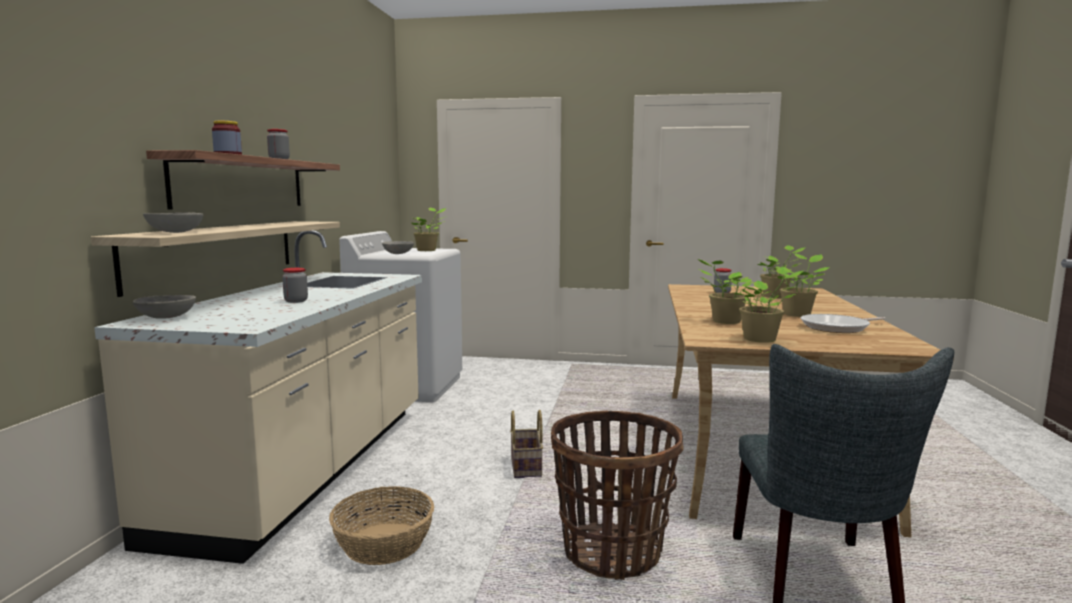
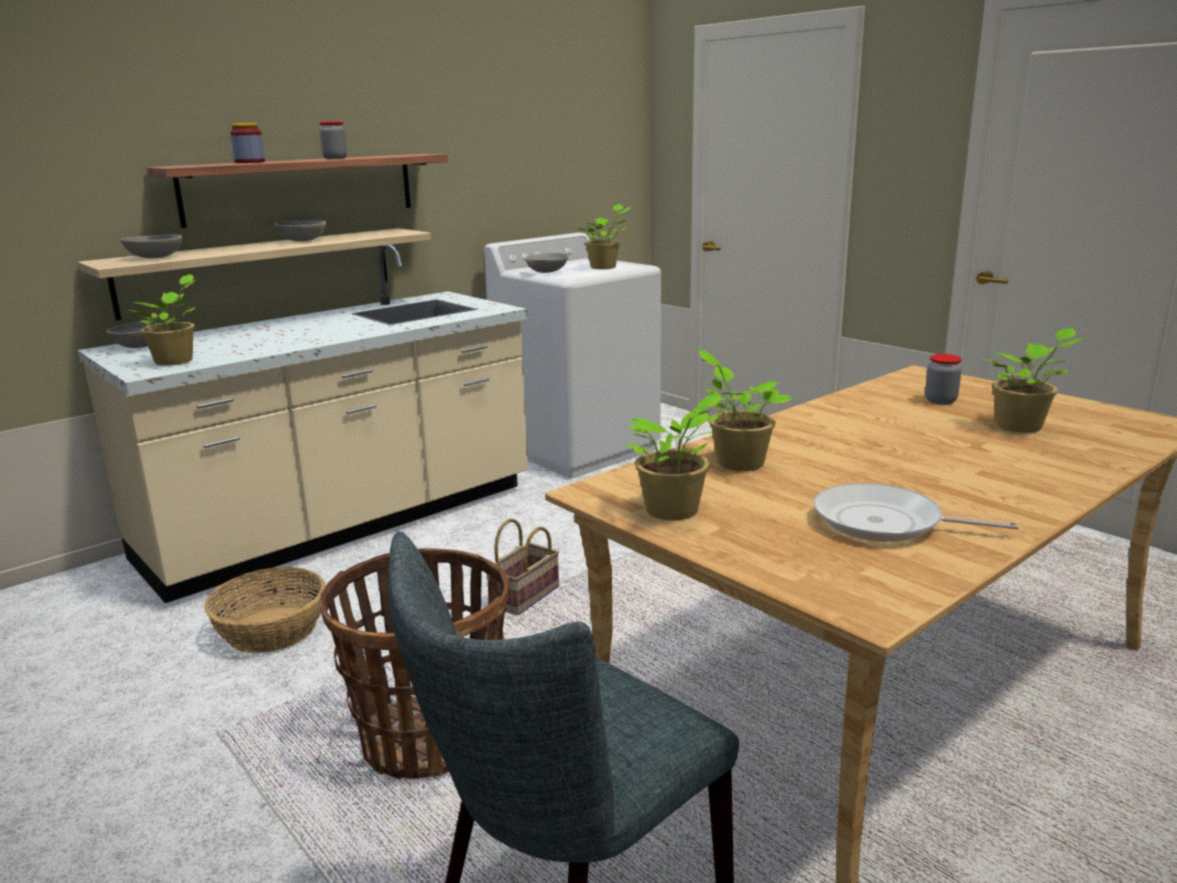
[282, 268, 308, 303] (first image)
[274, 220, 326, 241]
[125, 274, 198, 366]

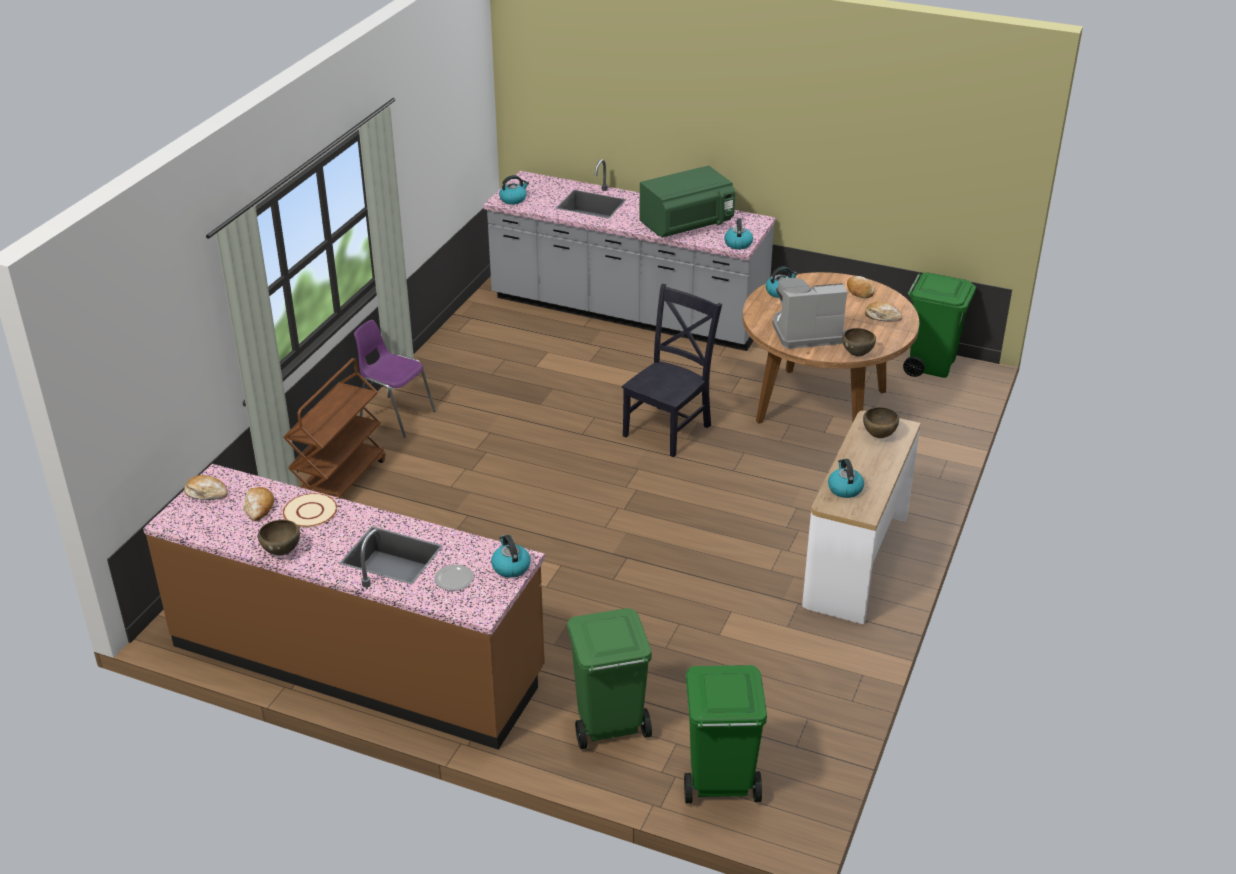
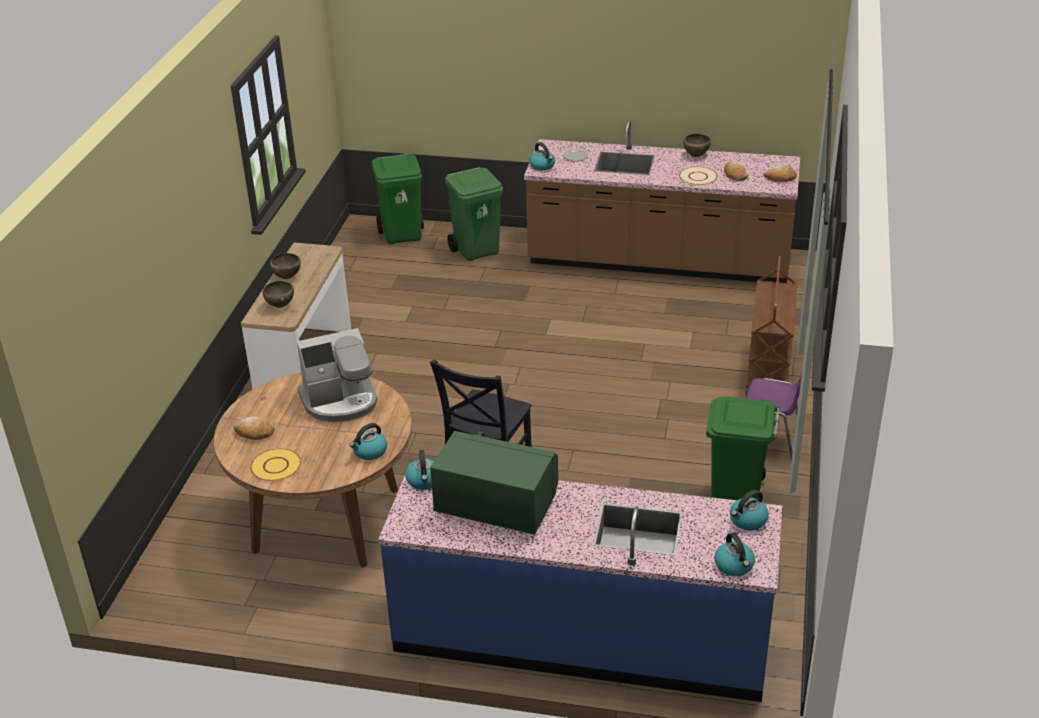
[714, 533, 755, 576]
[270, 253, 301, 279]
[706, 396, 780, 500]
[250, 448, 301, 481]
[378, 464, 782, 702]
[430, 431, 558, 535]

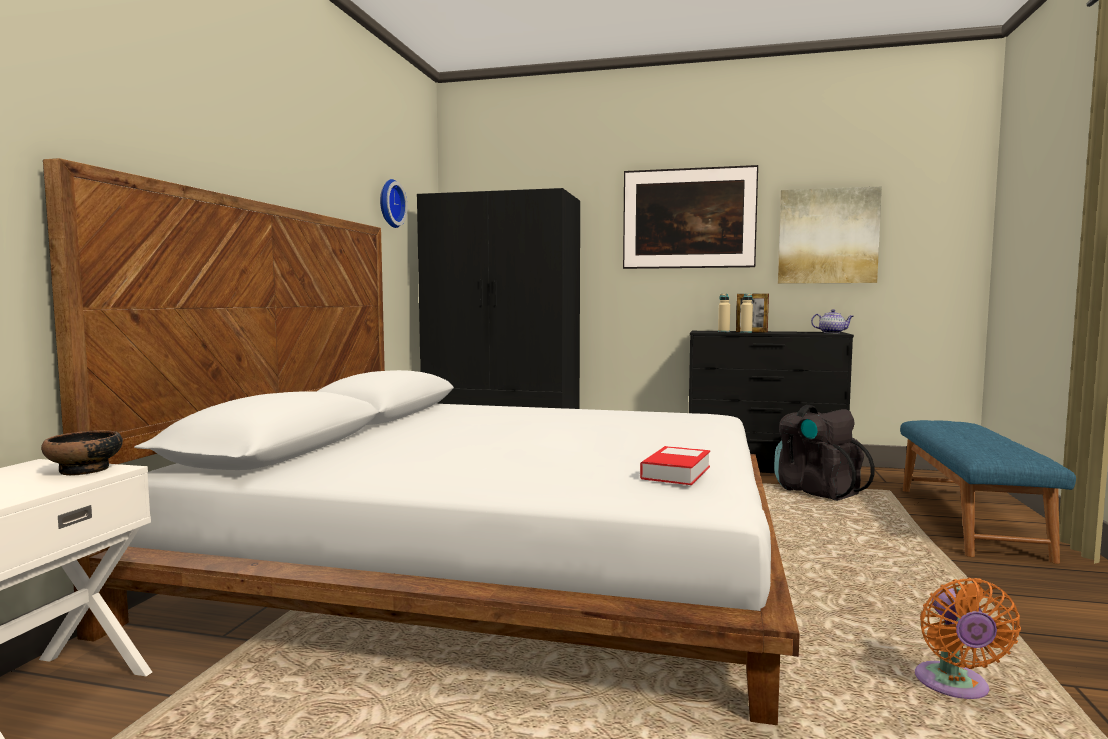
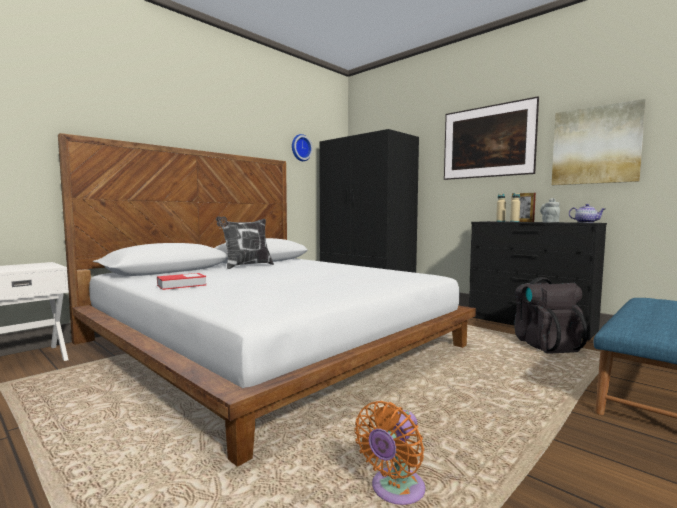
[41, 430, 123, 476] (first image)
[216, 216, 274, 269]
[540, 198, 560, 223]
[157, 273, 206, 290]

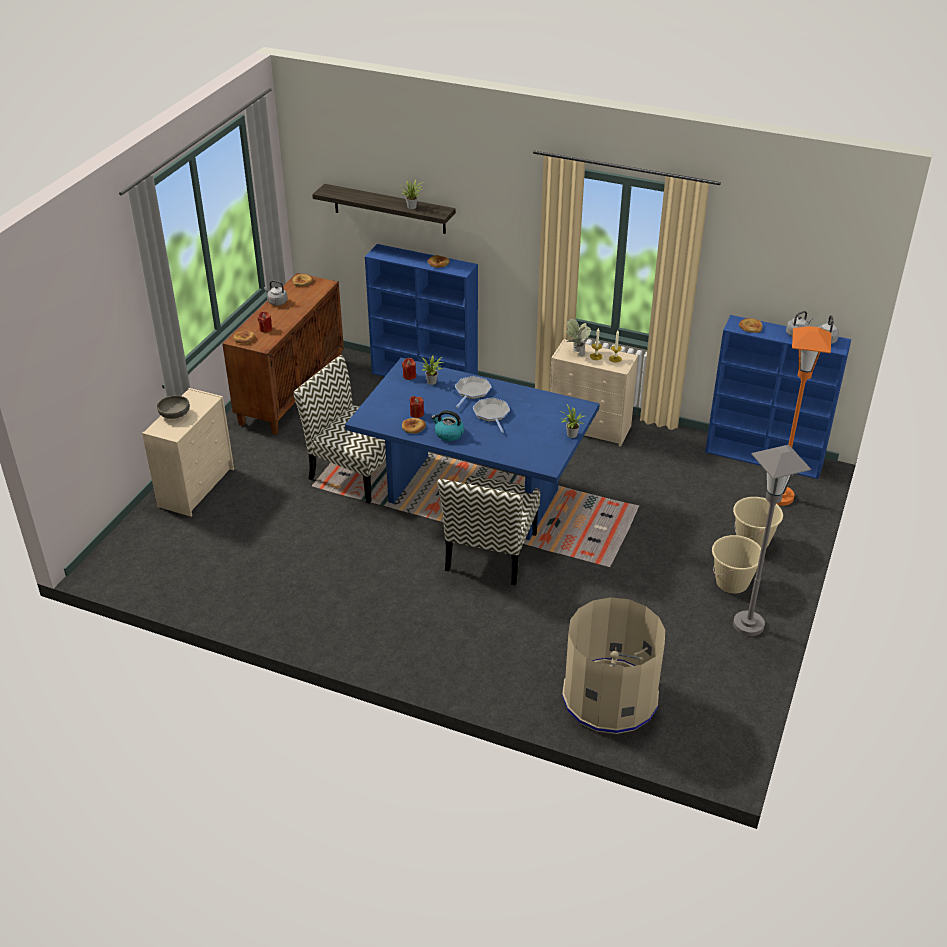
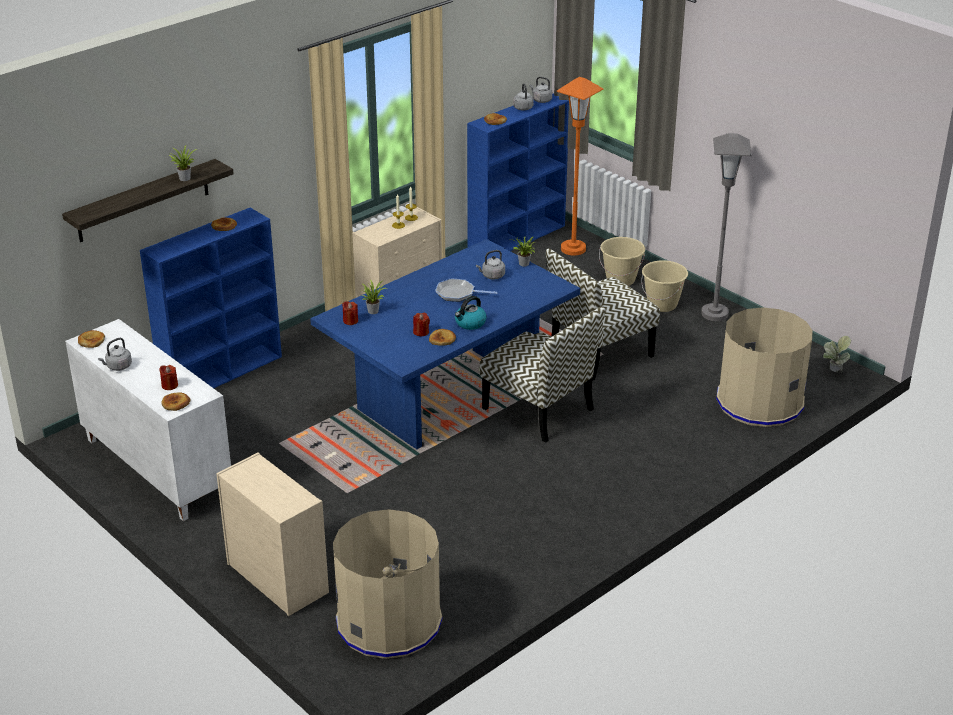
[157, 396, 190, 419] (first image)
[455, 376, 492, 408] (first image)
[333, 509, 442, 659]
[476, 250, 505, 280]
[546, 248, 660, 381]
[823, 336, 851, 372]
[65, 319, 231, 521]

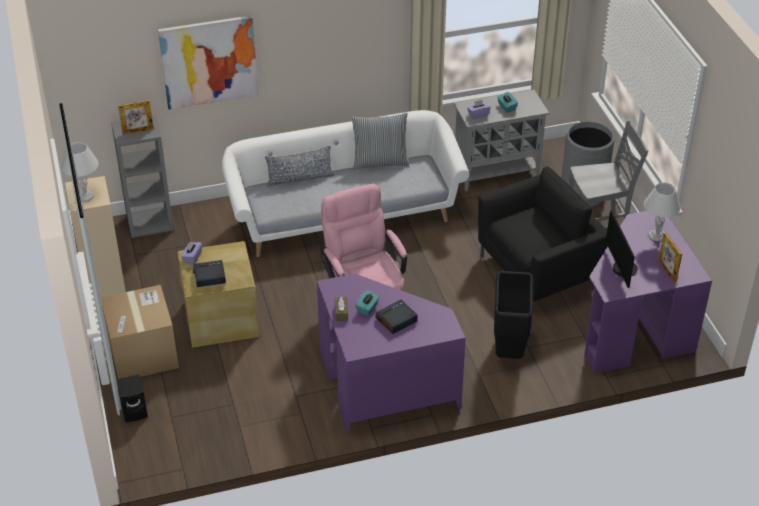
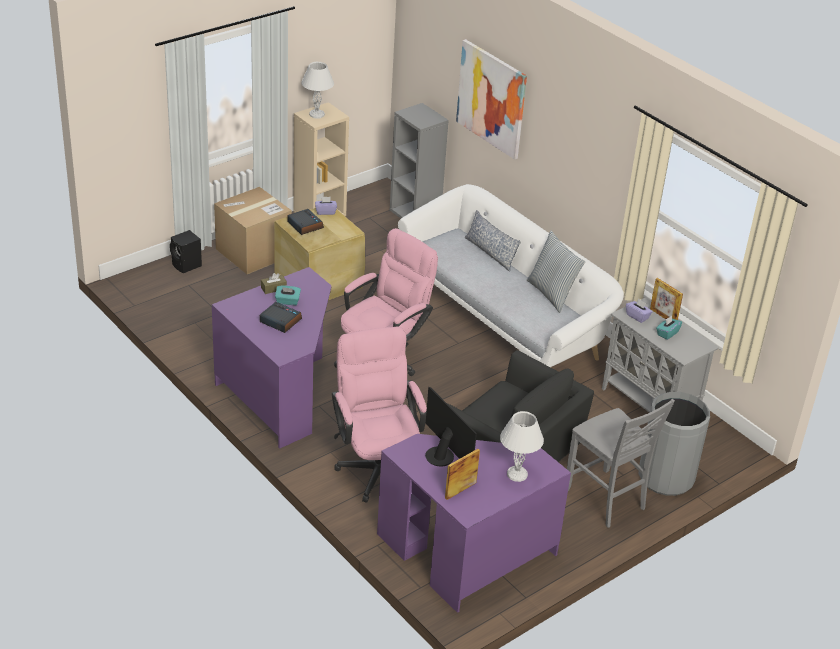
[650, 278, 683, 320]
[332, 326, 427, 503]
[425, 387, 477, 466]

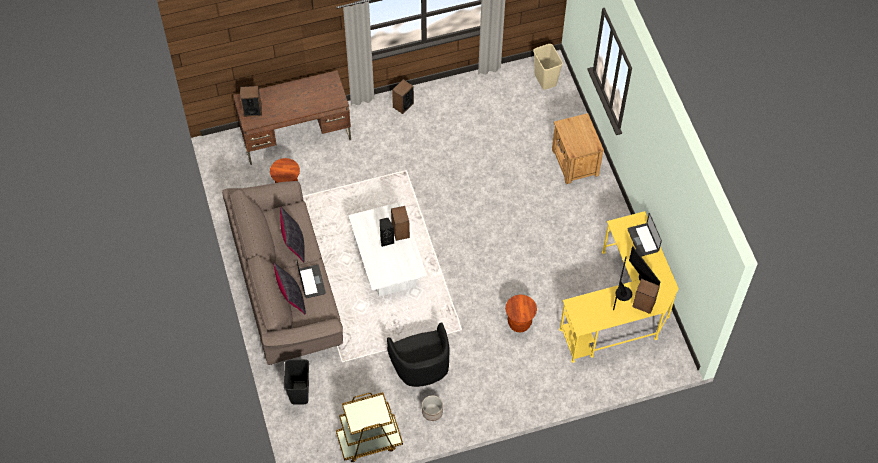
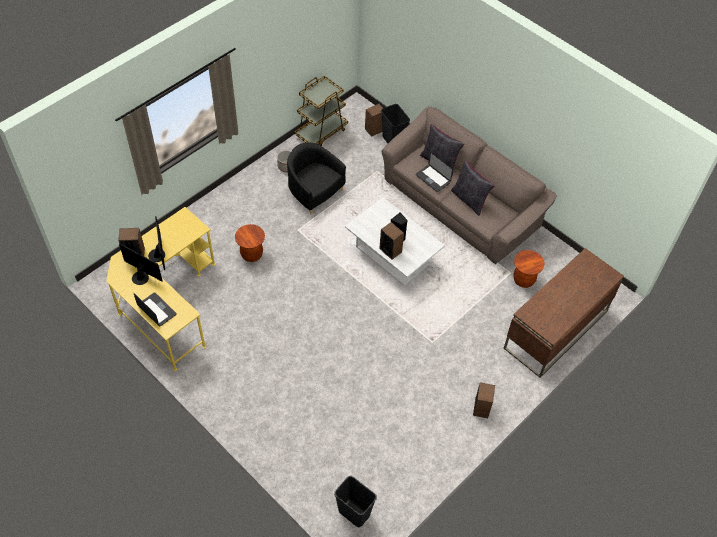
[552, 113, 604, 184] (first image)
[365, 104, 383, 137]
[334, 476, 377, 527]

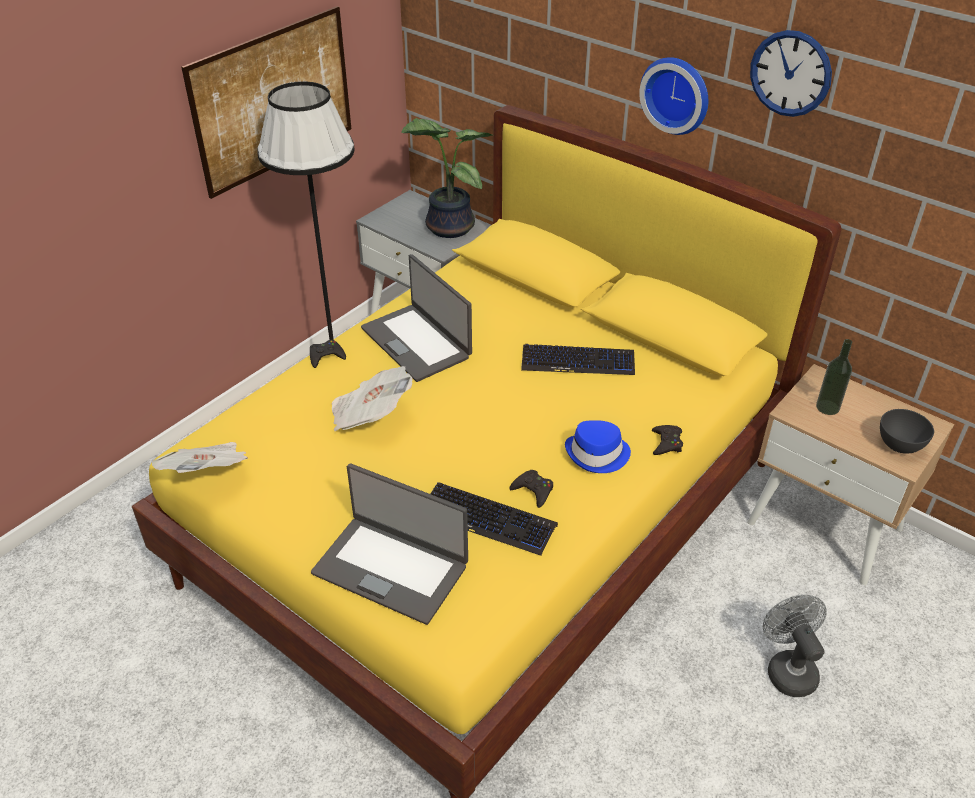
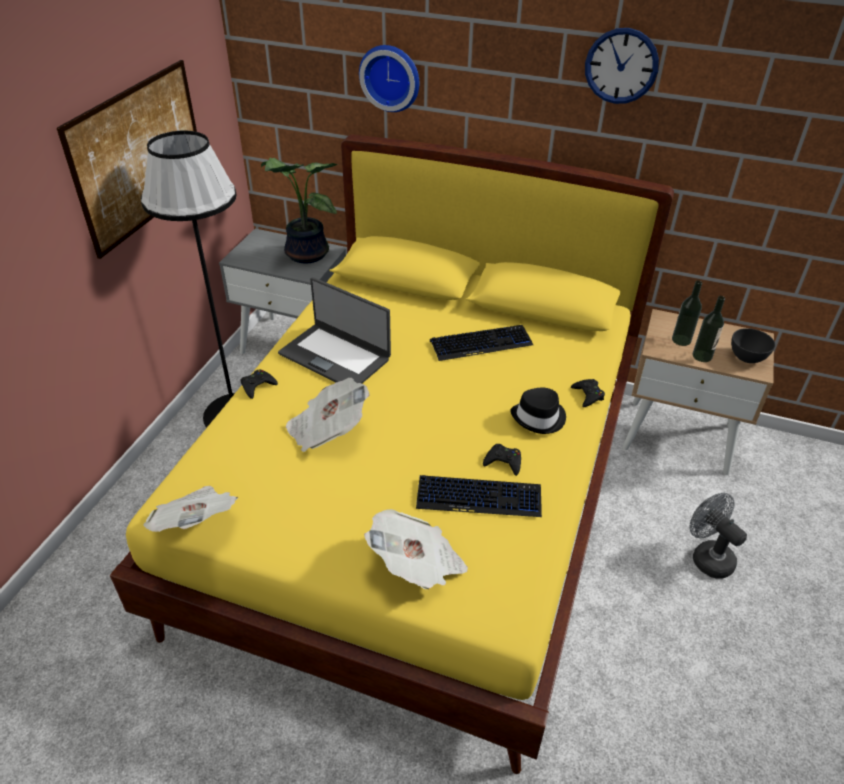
[693, 296, 725, 362]
[359, 45, 419, 112]
[364, 509, 468, 589]
[510, 387, 566, 434]

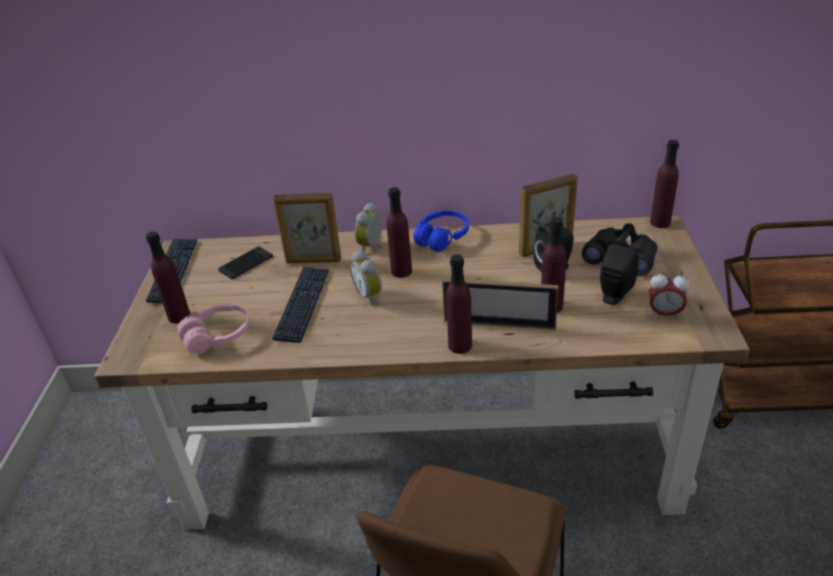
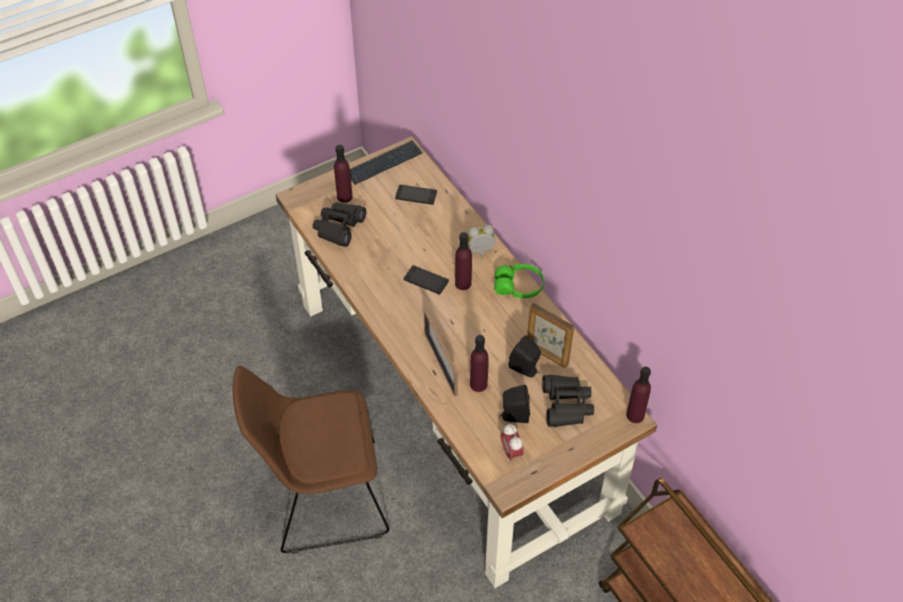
[273, 193, 341, 263] (first image)
[273, 267, 330, 343] (first image)
[446, 255, 472, 354] (first image)
[313, 202, 366, 247]
[404, 265, 449, 295]
[494, 264, 544, 298]

